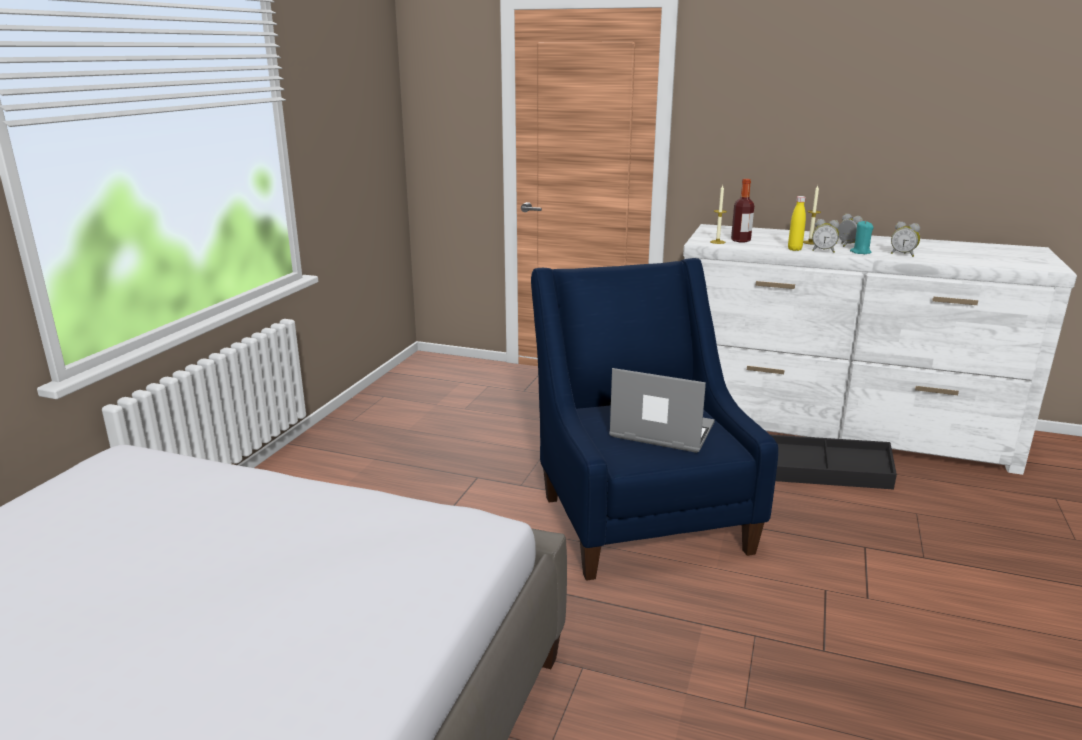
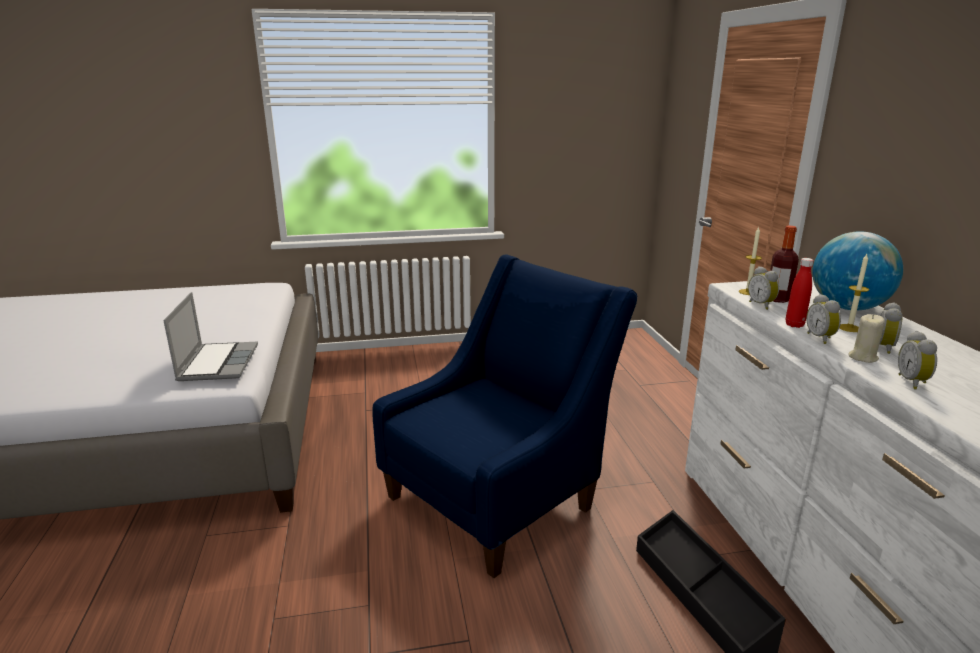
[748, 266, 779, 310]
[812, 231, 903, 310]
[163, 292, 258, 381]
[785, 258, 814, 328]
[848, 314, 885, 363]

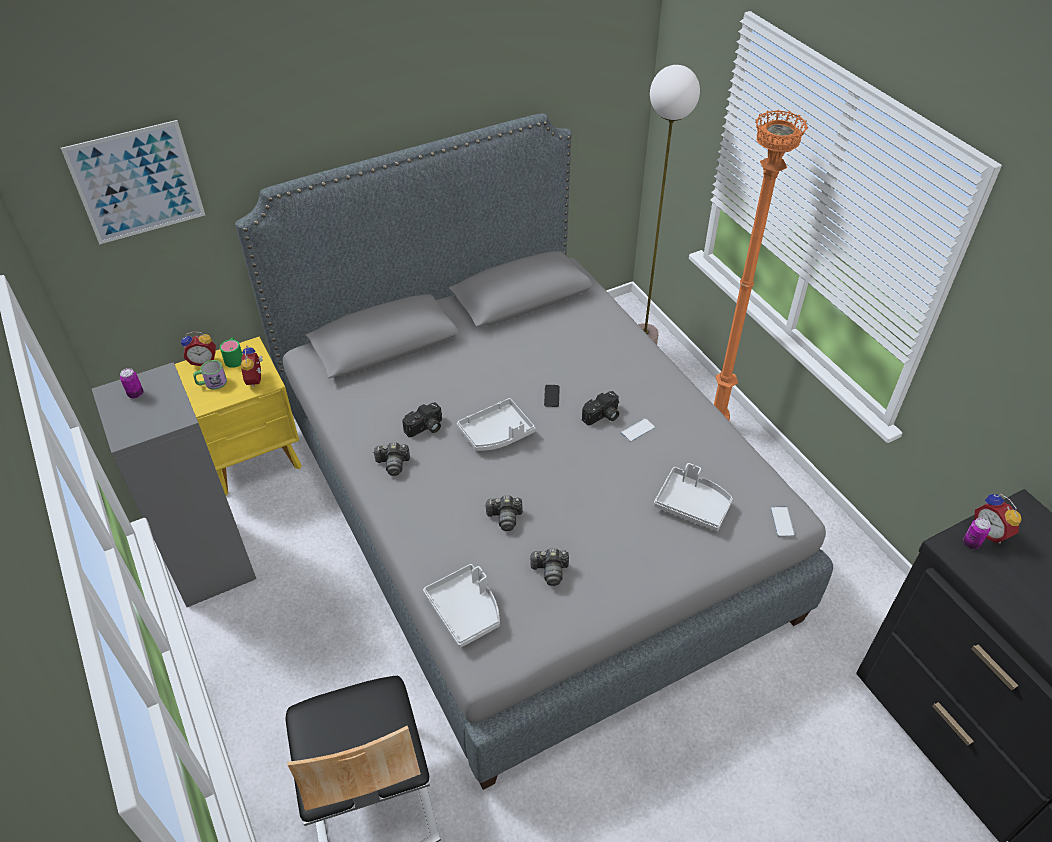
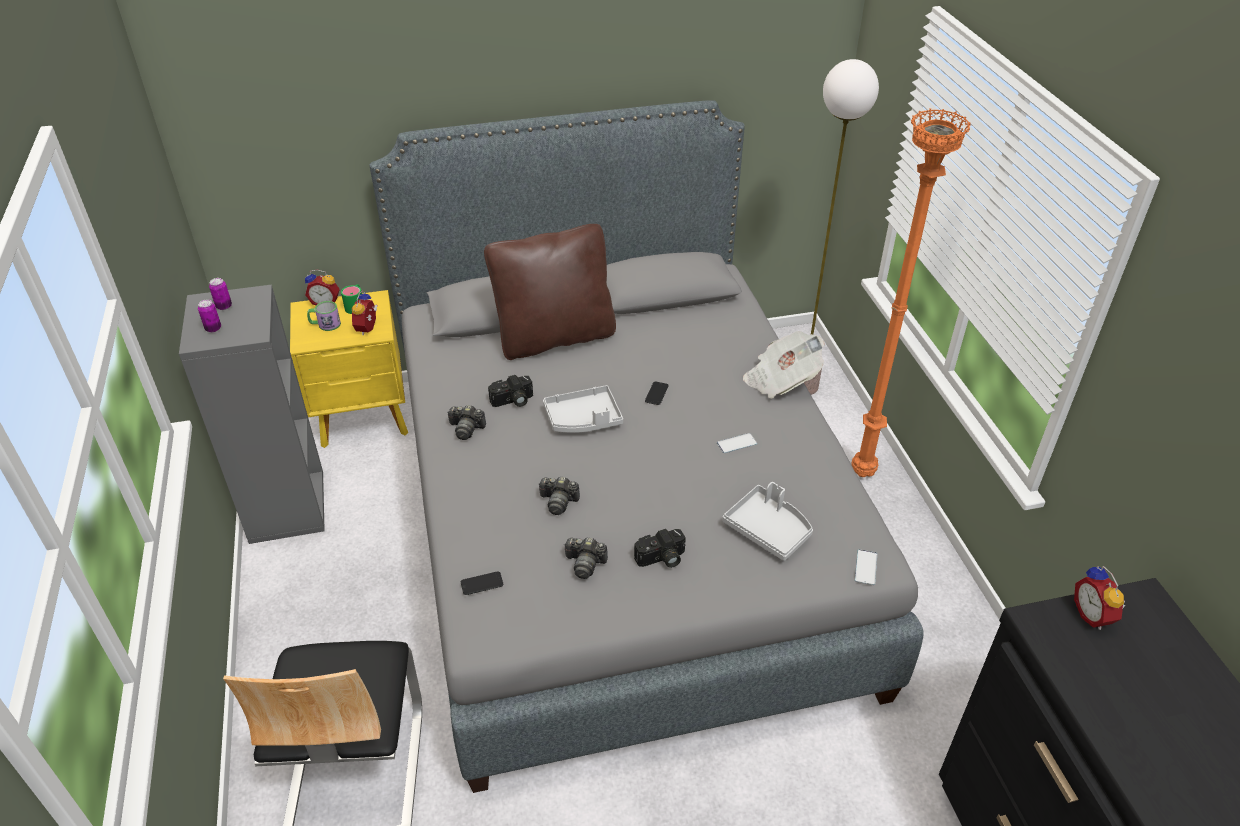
[61, 120, 205, 244] (first image)
[484, 224, 616, 360]
[743, 331, 825, 399]
[634, 529, 686, 568]
[198, 299, 221, 332]
[461, 571, 503, 595]

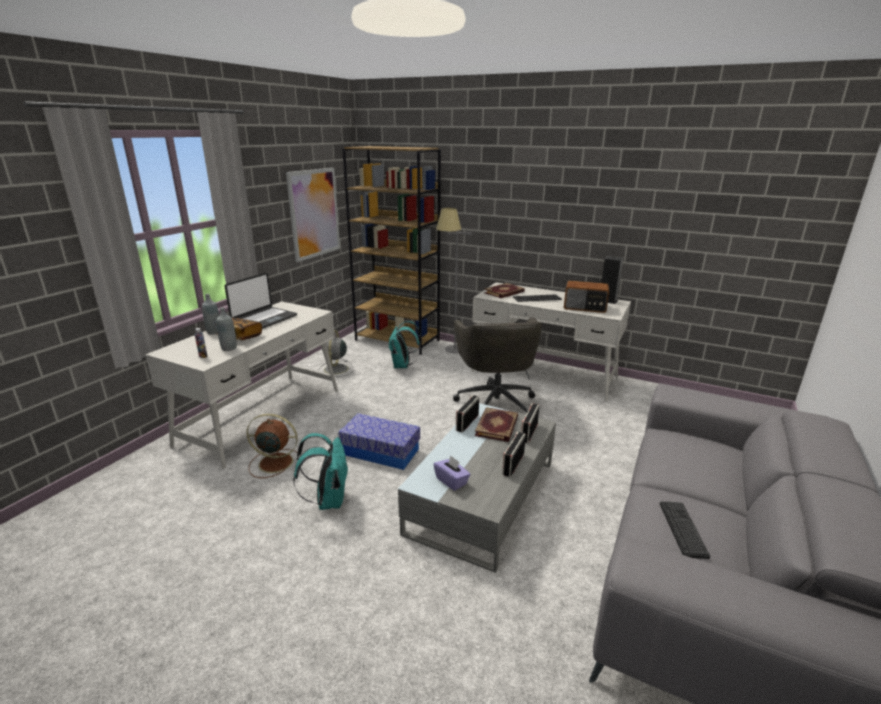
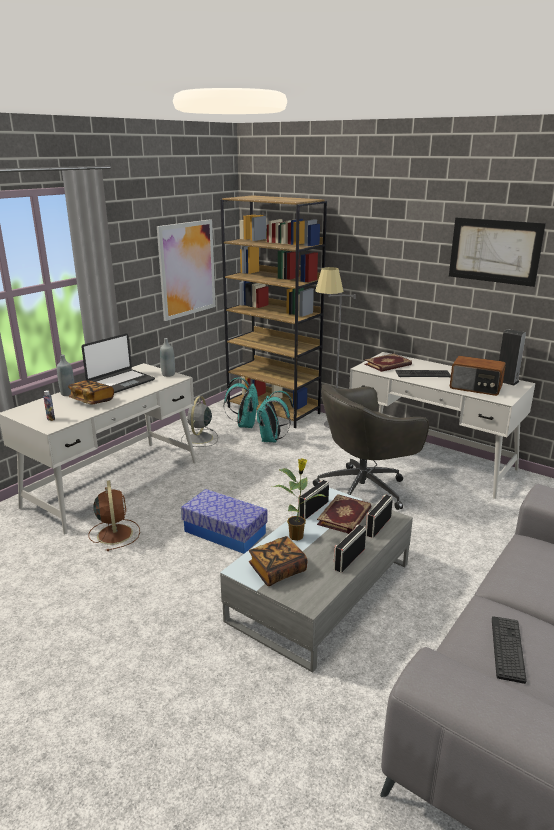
[272, 458, 327, 541]
[449, 218, 546, 287]
[160, 338, 175, 377]
[223, 378, 259, 428]
[249, 536, 308, 586]
[89, 480, 140, 551]
[313, 384, 429, 510]

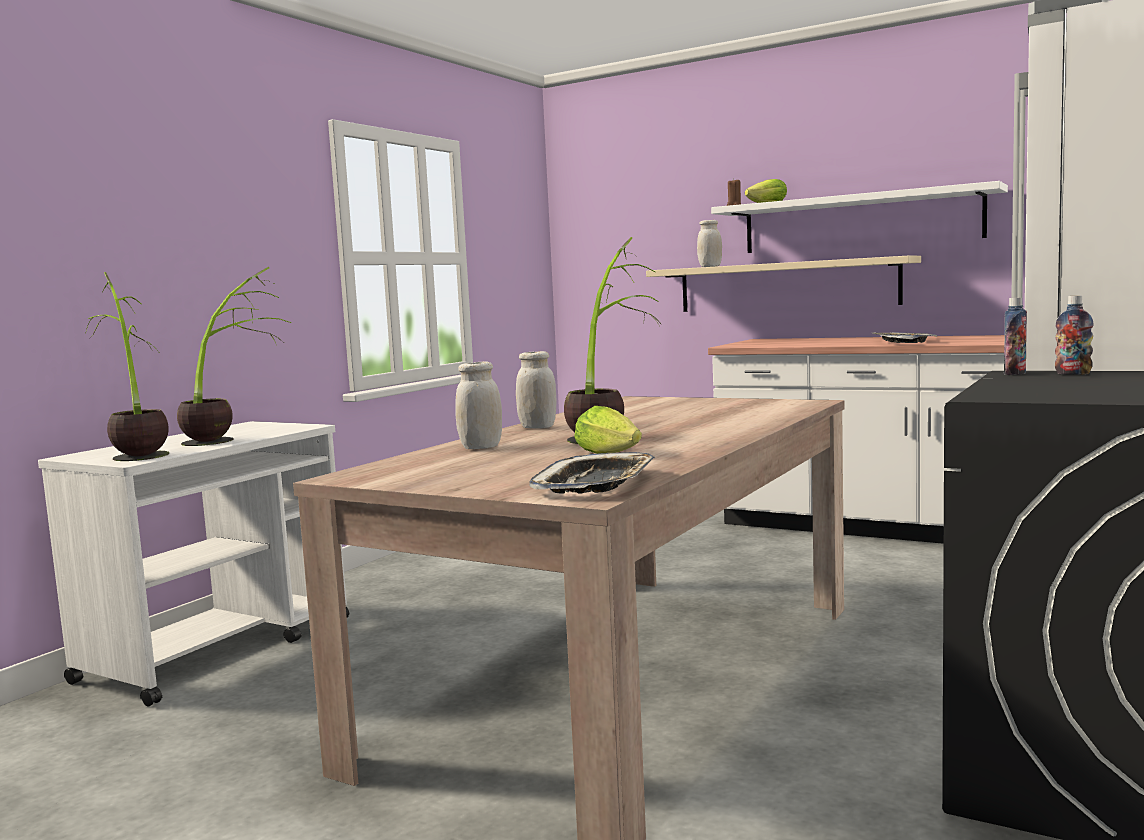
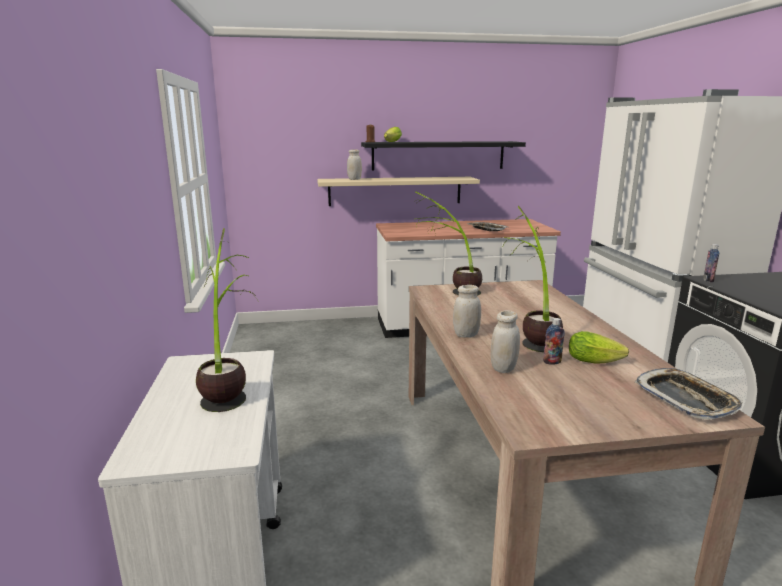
[415, 192, 482, 296]
[543, 318, 565, 365]
[361, 141, 526, 170]

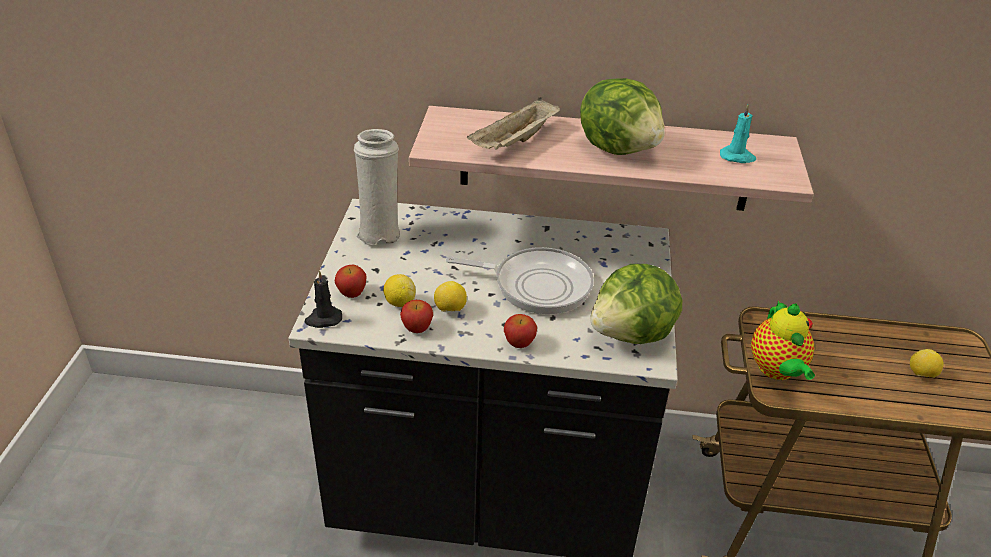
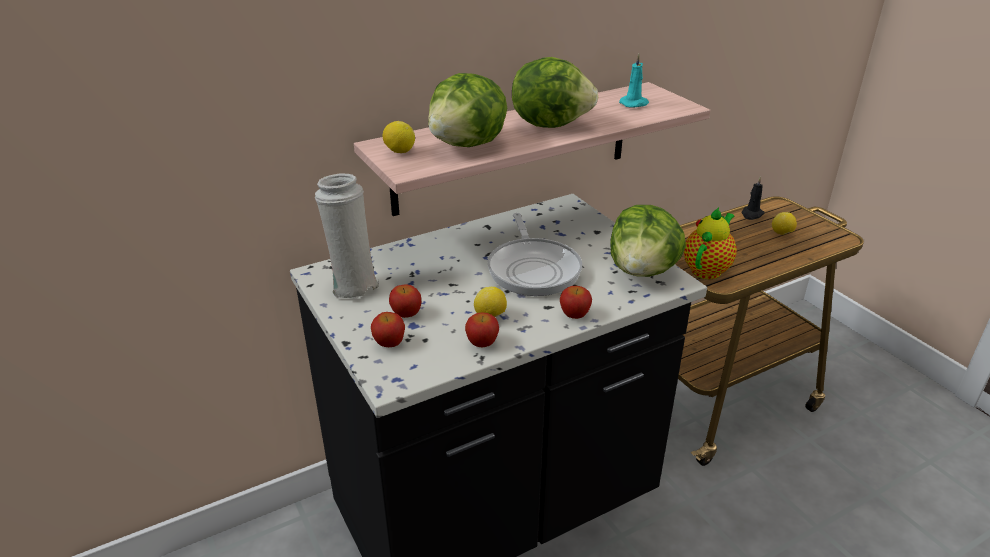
[389, 284, 421, 318]
[741, 177, 765, 220]
[383, 121, 415, 153]
[428, 73, 507, 147]
[488, 213, 582, 296]
[684, 207, 737, 279]

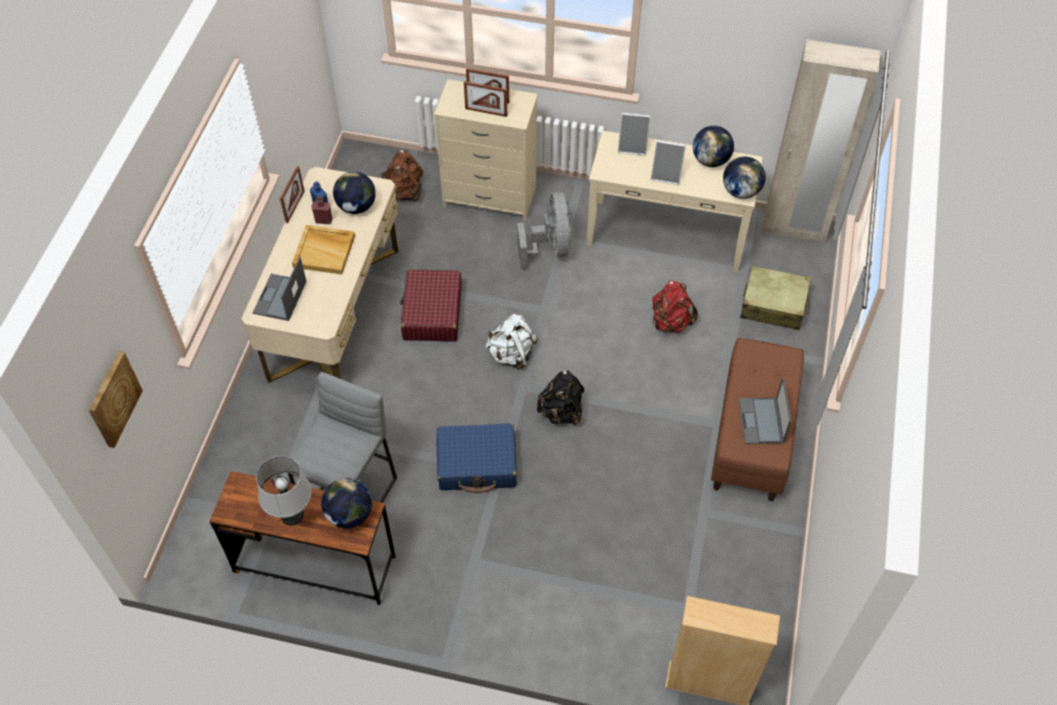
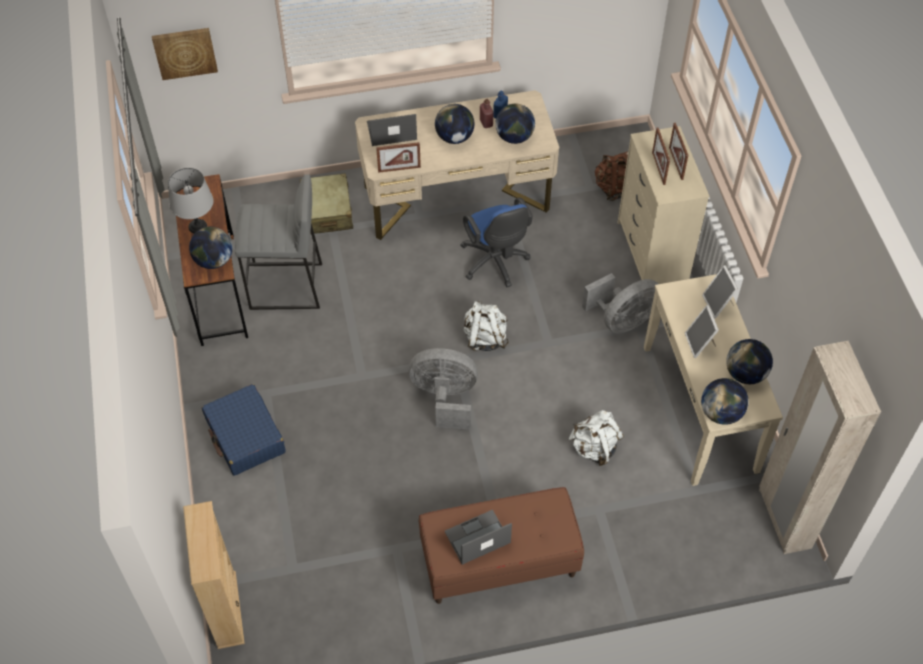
[376, 142, 421, 173]
[202, 384, 286, 476]
[300, 173, 353, 234]
[435, 104, 474, 144]
[461, 197, 533, 287]
[409, 348, 478, 430]
[569, 410, 624, 466]

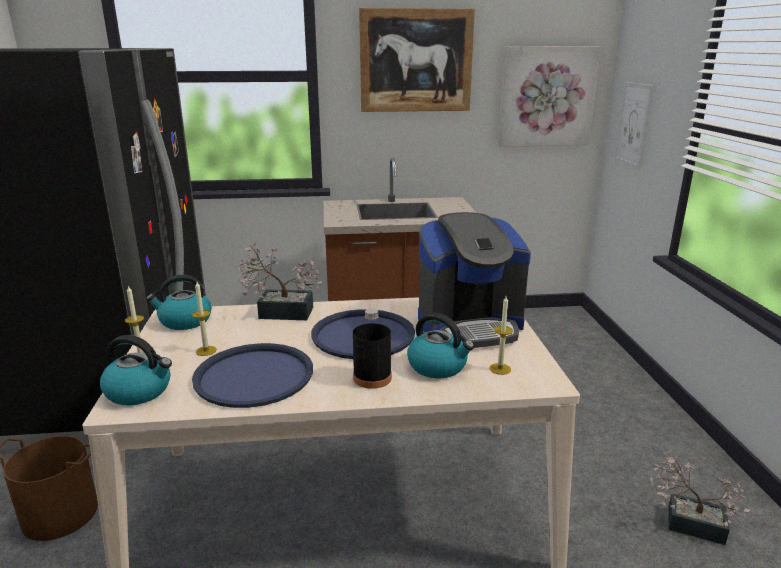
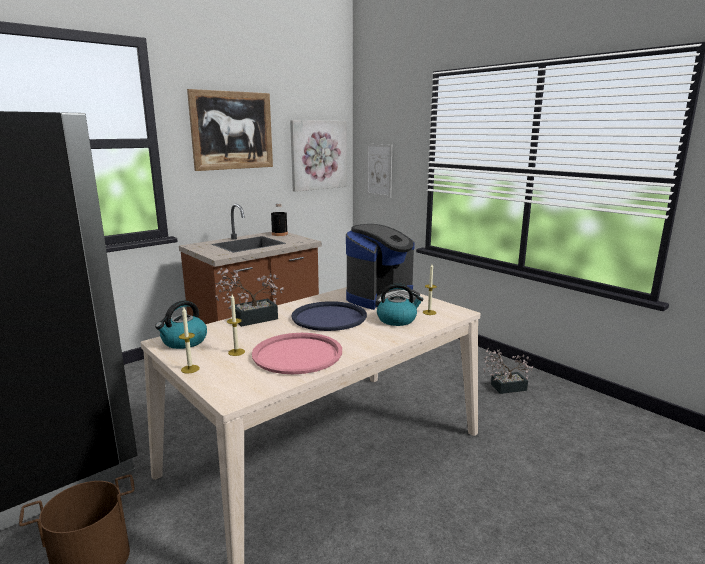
[100, 335, 172, 405] (first image)
[271, 204, 288, 236]
[252, 333, 342, 374]

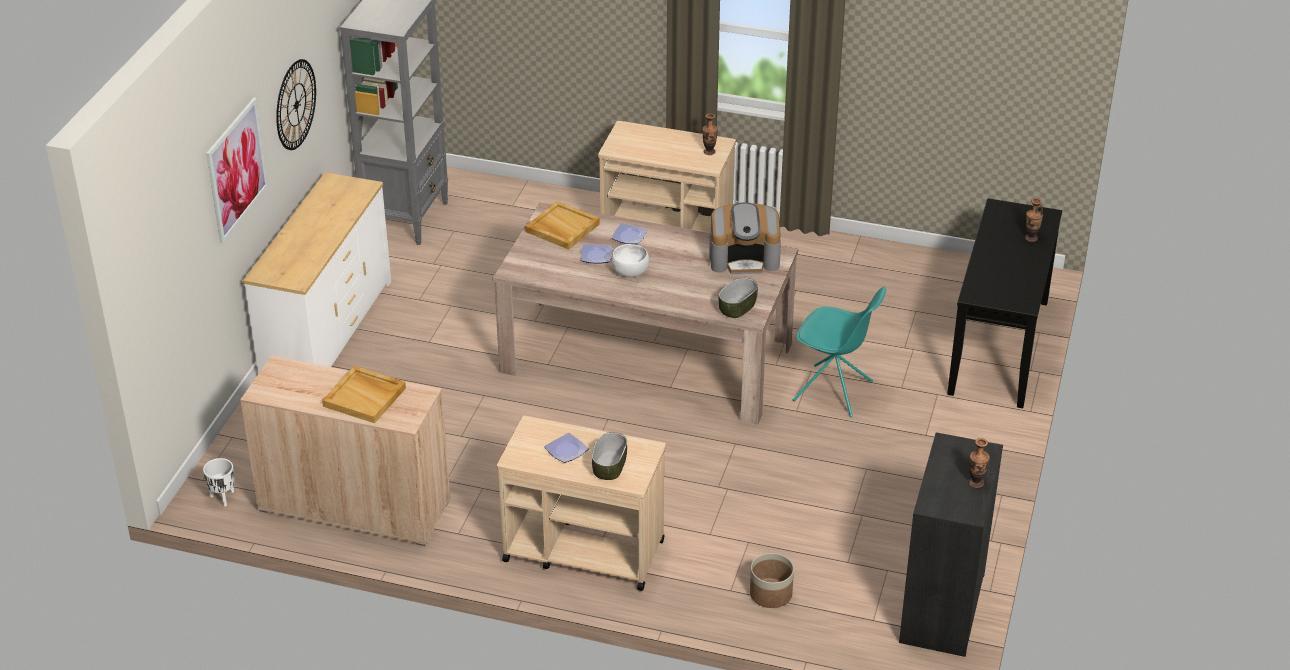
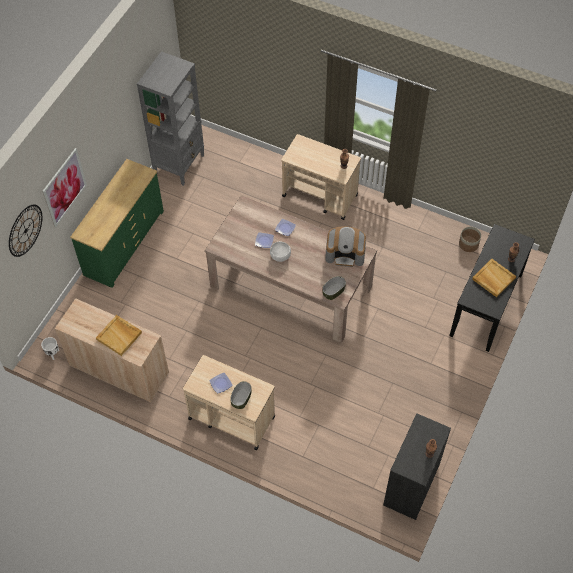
[793, 287, 886, 417] (first image)
[9, 205, 42, 257]
[472, 259, 516, 297]
[459, 227, 481, 252]
[70, 159, 164, 288]

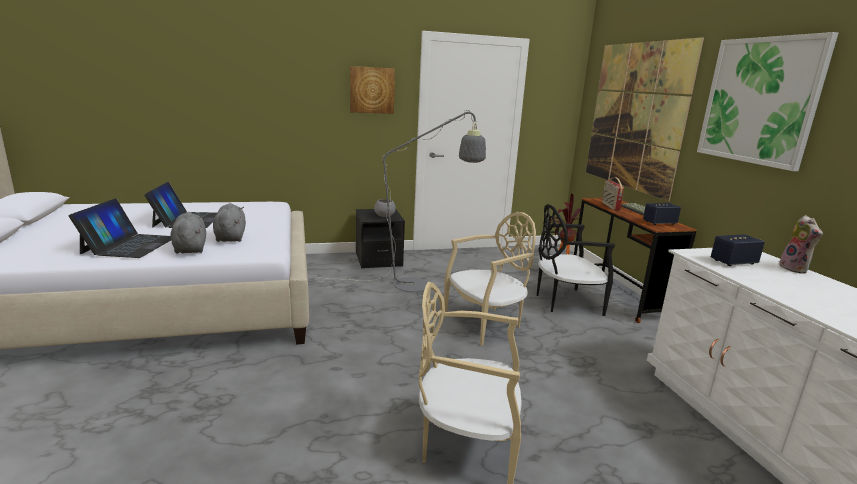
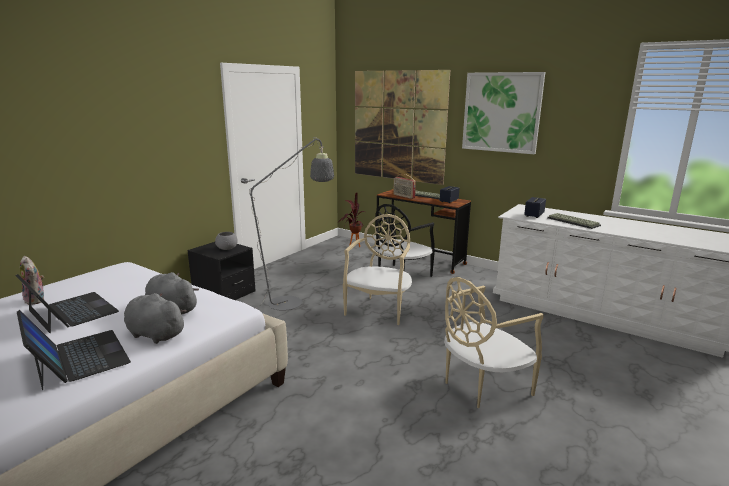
[350, 66, 395, 114] (first image)
[547, 213, 601, 229]
[20, 256, 44, 305]

